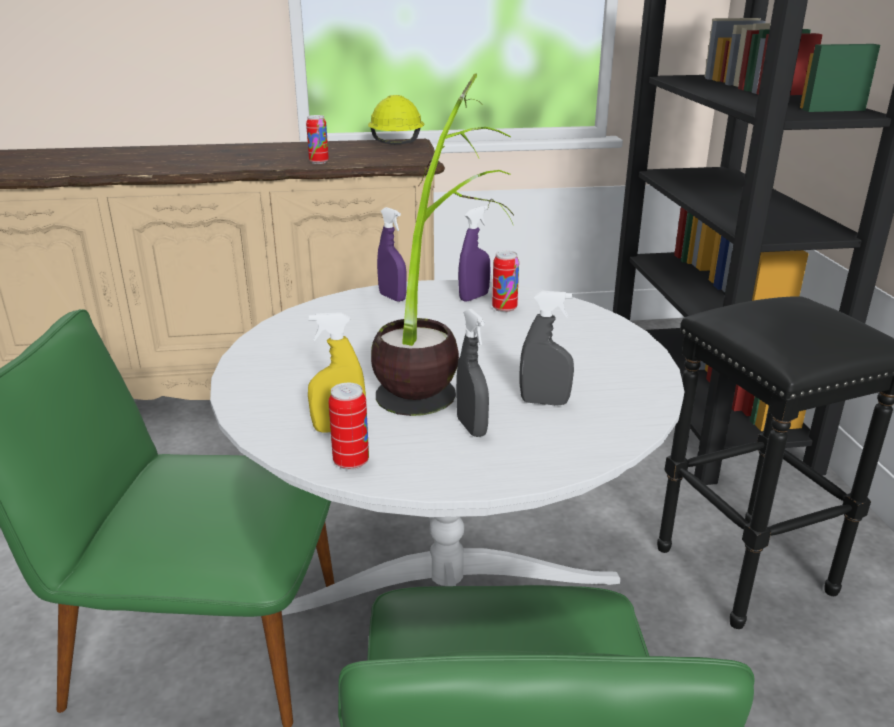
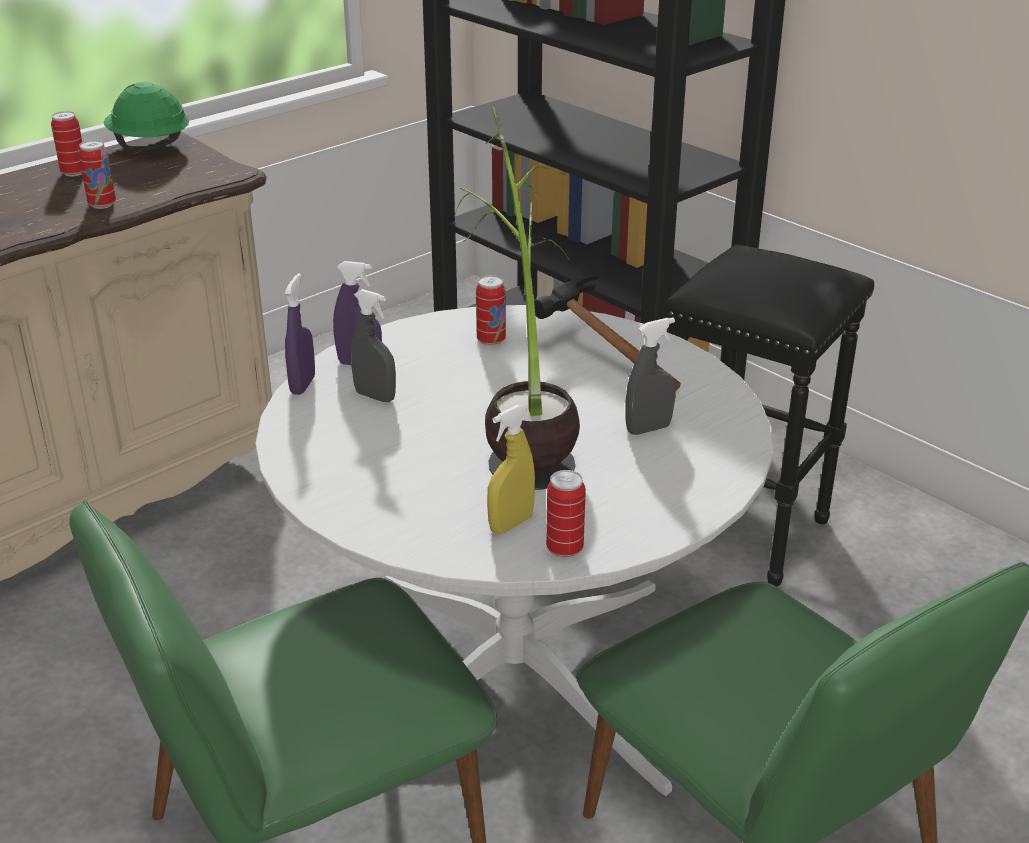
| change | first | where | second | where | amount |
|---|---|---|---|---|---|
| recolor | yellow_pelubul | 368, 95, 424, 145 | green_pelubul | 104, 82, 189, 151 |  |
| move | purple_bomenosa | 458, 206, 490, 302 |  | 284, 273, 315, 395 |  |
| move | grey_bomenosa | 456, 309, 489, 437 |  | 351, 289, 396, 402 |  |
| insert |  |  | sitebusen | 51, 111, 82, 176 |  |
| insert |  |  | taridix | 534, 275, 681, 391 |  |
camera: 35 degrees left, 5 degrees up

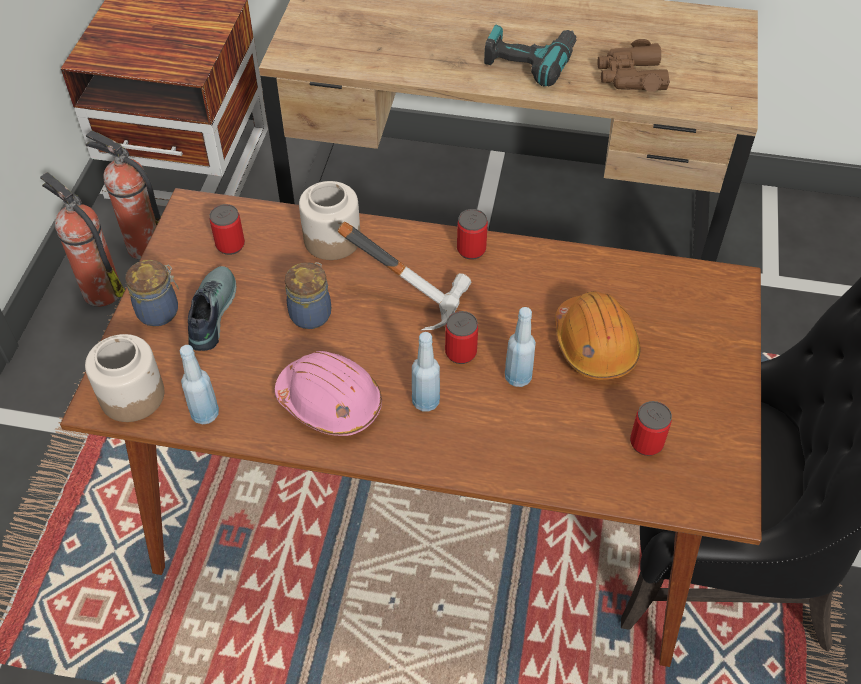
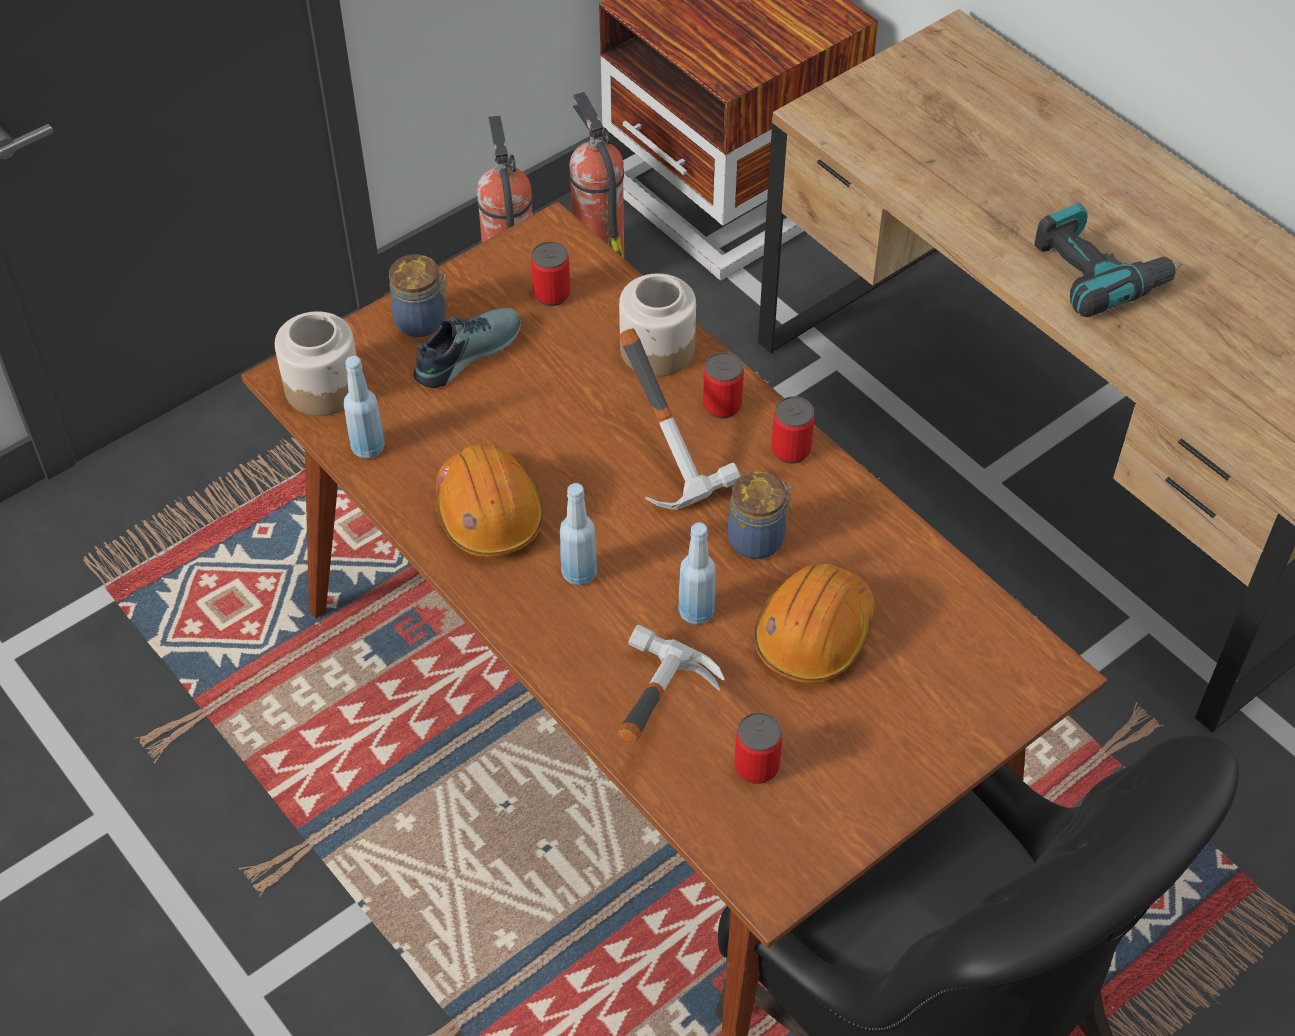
| change | first | where | second | where | amount |
|---|---|---|---|---|---|
| delete | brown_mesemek | 597, 39, 670, 92 |  |  |  |
| move | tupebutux | 285, 262, 331, 329 |  | 727, 471, 792, 559 |  |
| move | sitebusen | 445, 311, 478, 364 |  | 703, 352, 744, 419 |  |
| recolor | pink_pelubul | 275, 351, 382, 436 | orange_pelubul | 436, 444, 544, 557 |  |
| insert |  |  | taridix | 618, 624, 725, 744 |  |
camera: 40 degrees right, 0 degrees up

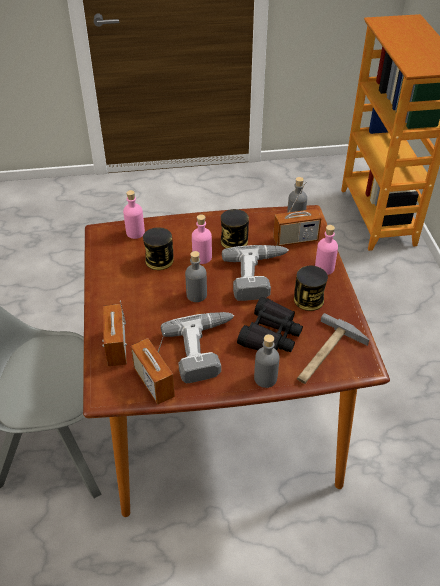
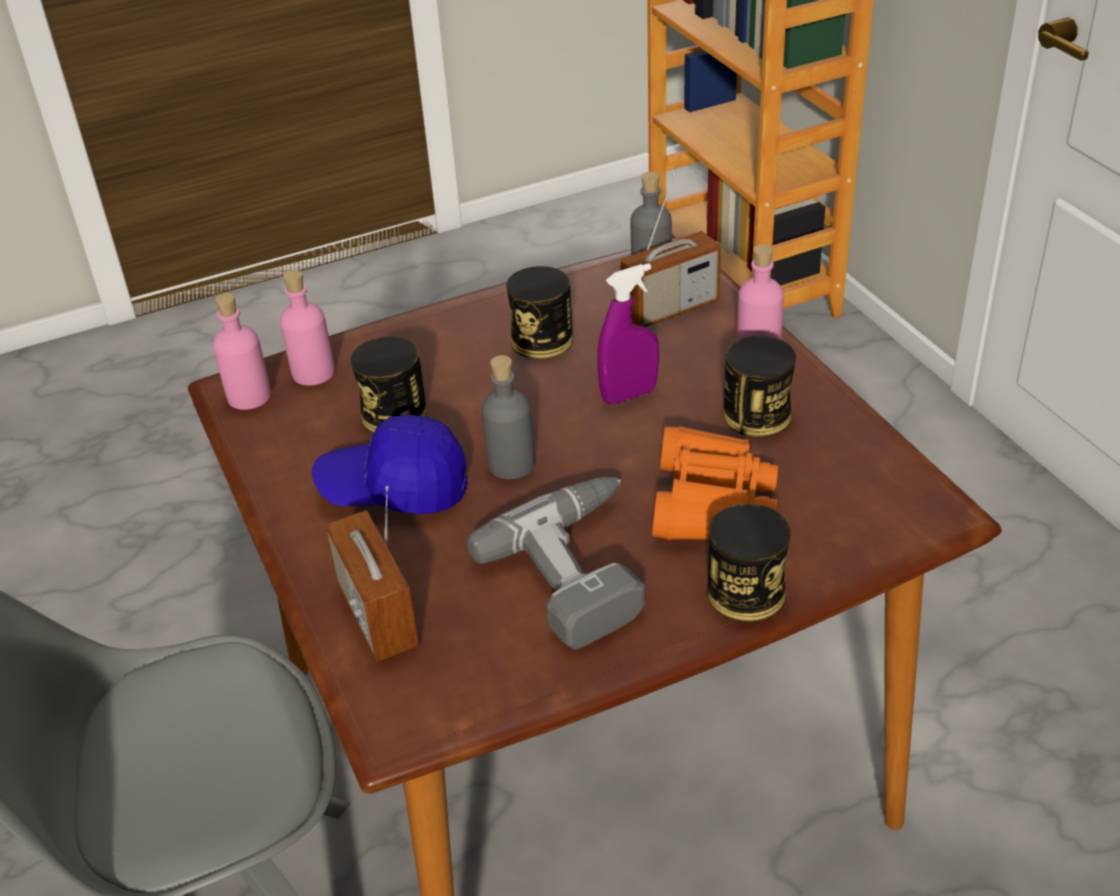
| change | first | where | second | where | amount |
|---|---|---|---|---|---|
| move | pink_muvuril | 192, 215, 212, 264 |  | 213, 293, 271, 410 |  |
| replace | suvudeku | 222, 245, 289, 301 | purple_bomenosa | 597, 263, 659, 404 |  |
| recolor | black_mesemek | 237, 297, 303, 352 | orange_mesemek | 652, 426, 778, 540 |  |
| delete | taridix | 297, 313, 369, 384 |  |  |  |
| delete | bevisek | 131, 333, 175, 405 |  |  |  |
| replace | grey_muvuril | 254, 334, 279, 388 | sitebusen | 707, 504, 791, 622 |  |
| insert |  |  | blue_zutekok | 312, 415, 468, 515 |  |
camera: 15 degrees left, 5 degrees down

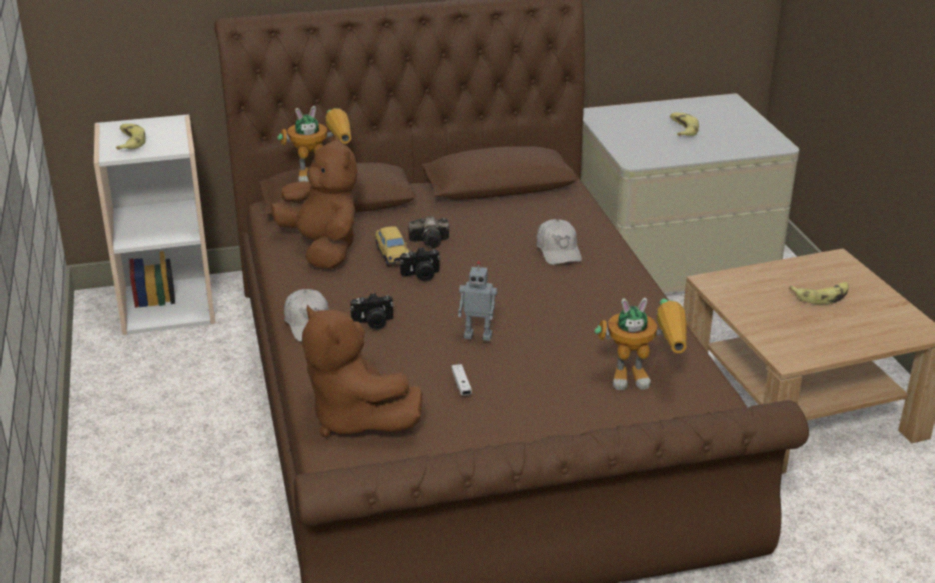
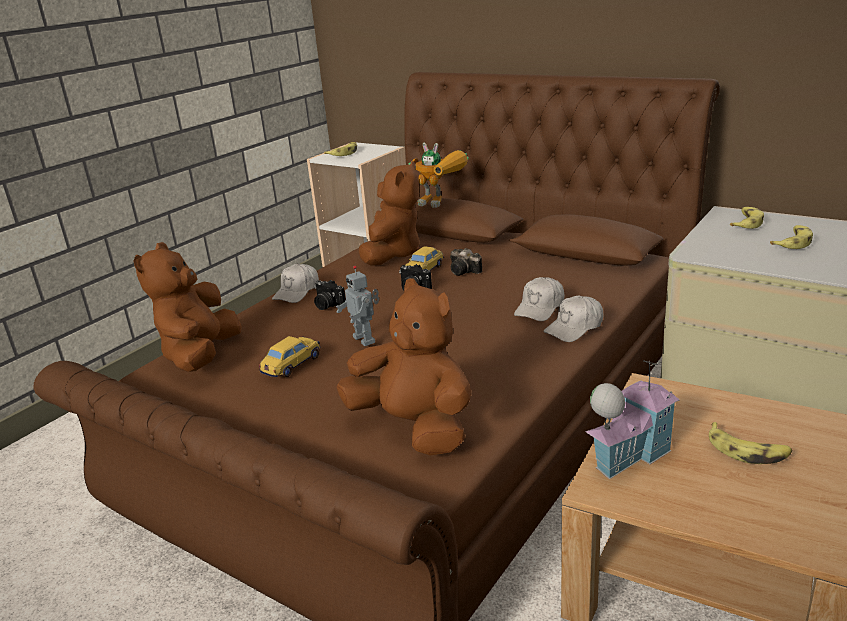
| change | first | where | second | where | amount |
|---|---|---|---|---|---|
| replace | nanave | 595, 298, 687, 390 | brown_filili | 337, 278, 471, 456 |  |
| replace | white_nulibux | 451, 364, 472, 395 | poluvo | 259, 336, 321, 377 |  |
| insert |  |  | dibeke | 730, 207, 764, 229 |  |
| insert |  |  | white_zutekok | 543, 296, 603, 342 |  |
| insert |  |  | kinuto | 585, 360, 680, 479 |  |
camera: 50 degrees right, 5 degrees down

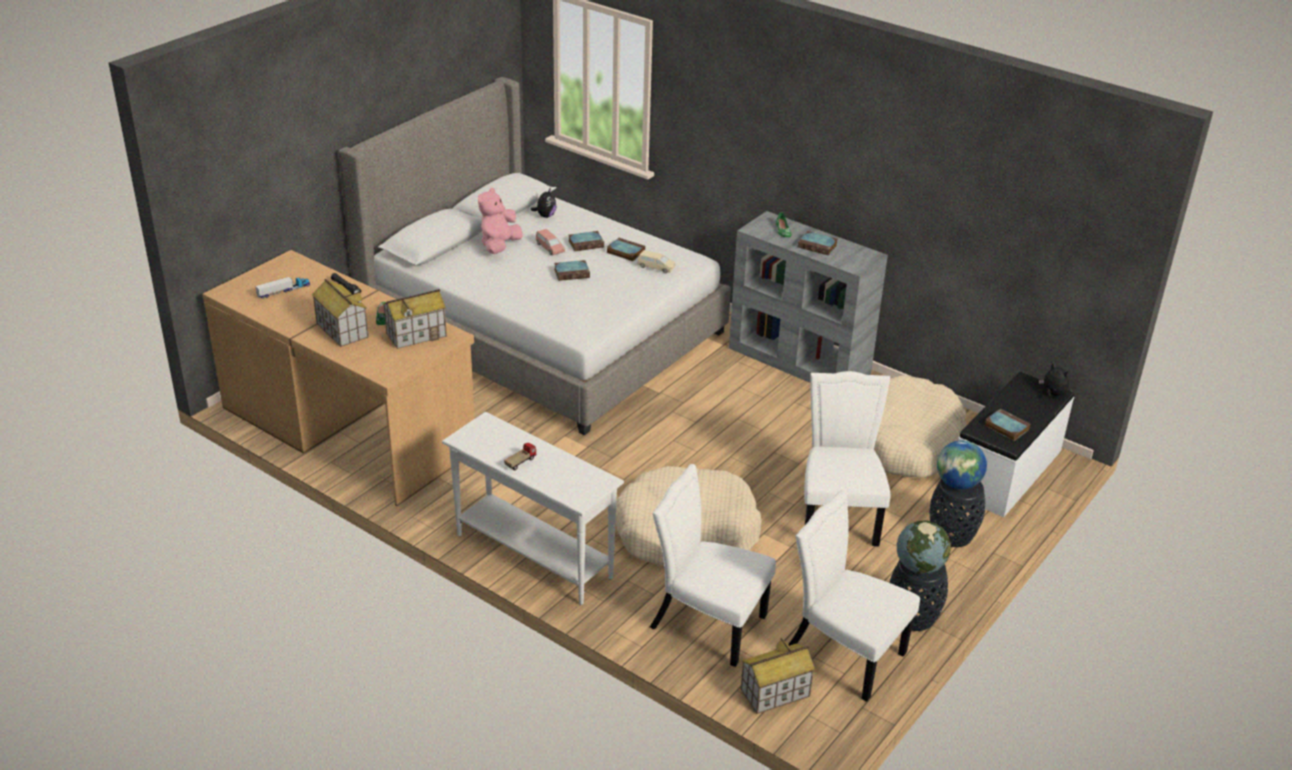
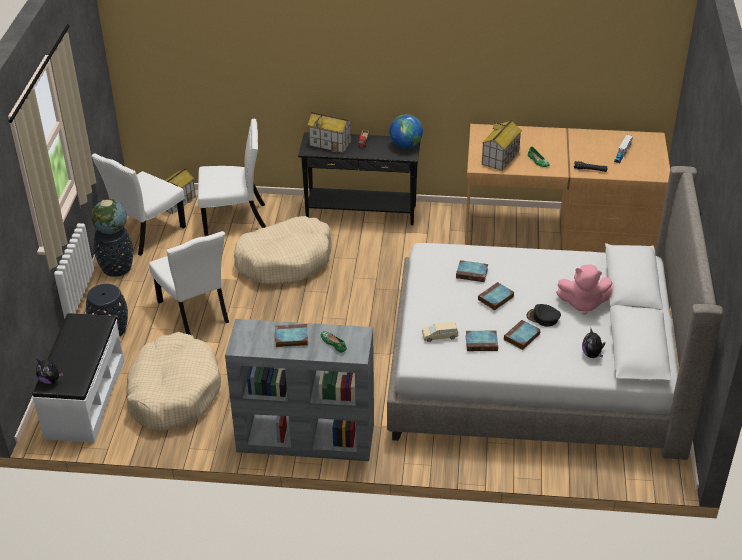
| change | first | where | second | where | amount |
|---|---|---|---|---|---|
| rotate | pink_filili | 478, 188, 523, 254 |  | 556, 265, 614, 315 | 105 degrees clockwise |
| replace | pink_poluvo | 536, 229, 565, 255 | black_zutekok | 526, 304, 561, 326 |  |
| move | kinuto | 312, 279, 369, 347 |  | 307, 112, 352, 153 |  |
| move | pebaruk | 984, 409, 1031, 441 |  | 456, 260, 488, 282 |  |
| recolor | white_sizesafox | 442, 411, 624, 605 | black_sizesafox | 298, 132, 421, 226 |  |
| move | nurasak | 937, 440, 987, 489 |  | 390, 114, 423, 148 |  |
| rotate | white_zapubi | 788, 490, 920, 702 |  | 92, 153, 186, 256 | 120 degrees clockwise |
camera: 150 degrees right, 5 degrees up

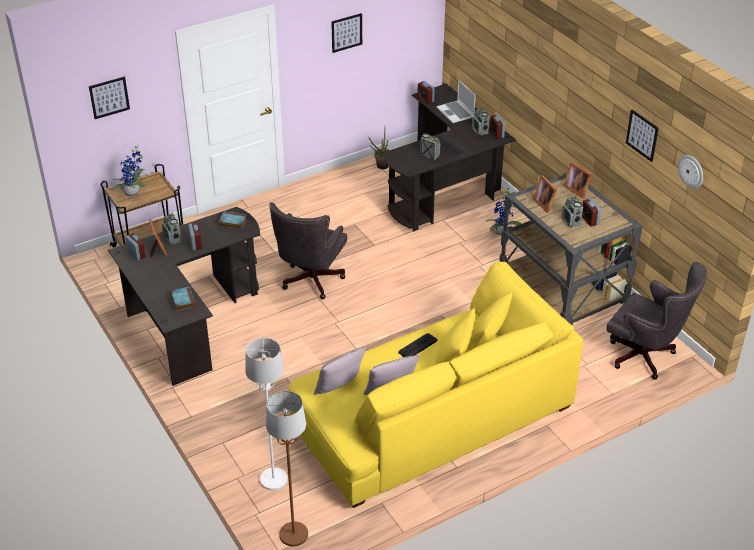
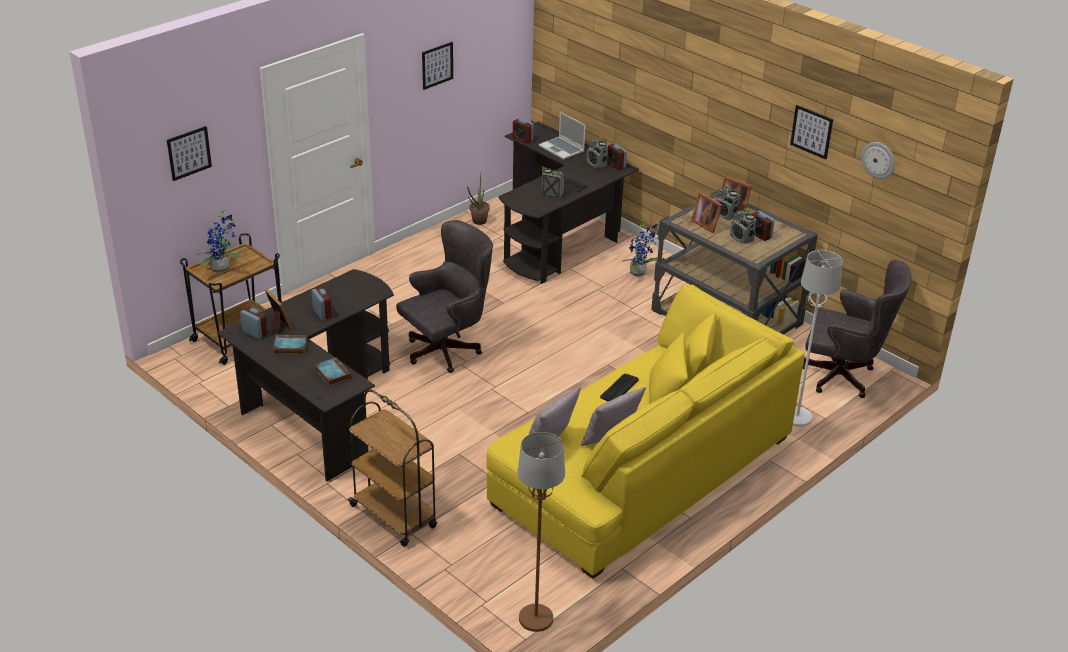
| change | first | where | second | where | amount |
|---|---|---|---|---|---|
| rotate | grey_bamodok | 269, 202, 347, 299 |  | 396, 220, 493, 373 | 135 degrees counterclockwise |
| move | pebaruk | 218, 211, 248, 229 |  | 273, 335, 308, 354 |  |
| move | bevisek | 162, 213, 182, 244 |  | 715, 186, 740, 220 |  |
| move | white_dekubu | 245, 338, 288, 490 |  | 793, 250, 843, 427 |  |
| insert |  |  | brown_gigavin | 346, 389, 437, 547 |  |
camera: 15 degrees left, 5 degrees down

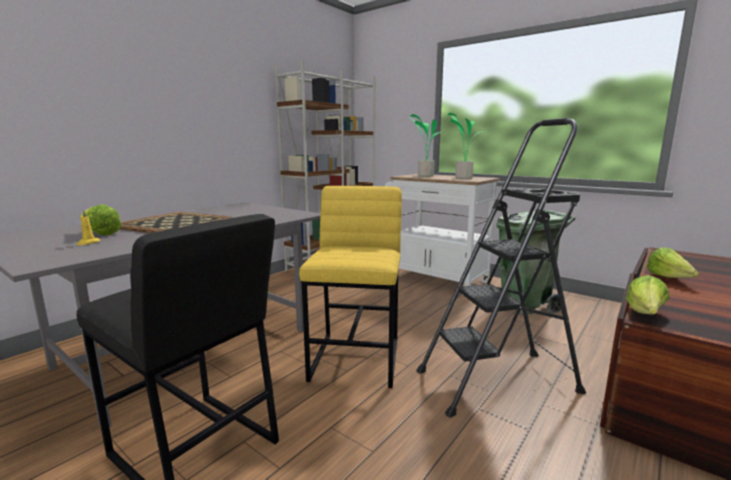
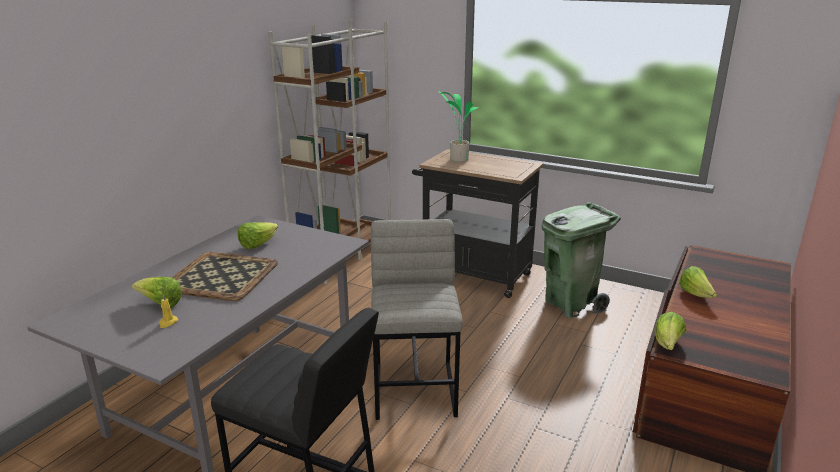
| change | first | where | second | where | amount |
|---|---|---|---|---|---|
| delete | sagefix | 448, 113, 488, 179 |  |  |  |
| delete | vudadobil | 417, 118, 586, 417 |  |  |  |
| recolor | white_gigavin | 385, 174, 500, 296 | black_gigavin | 412, 149, 544, 298 |  |
| recolor | yellow_zapubi | 299, 186, 402, 388 | grey_zapubi | 371, 219, 463, 420 |  |
| insert |  |  | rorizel | 238, 222, 278, 249 |  |
camera: 10 degrees left, 10 degrees up

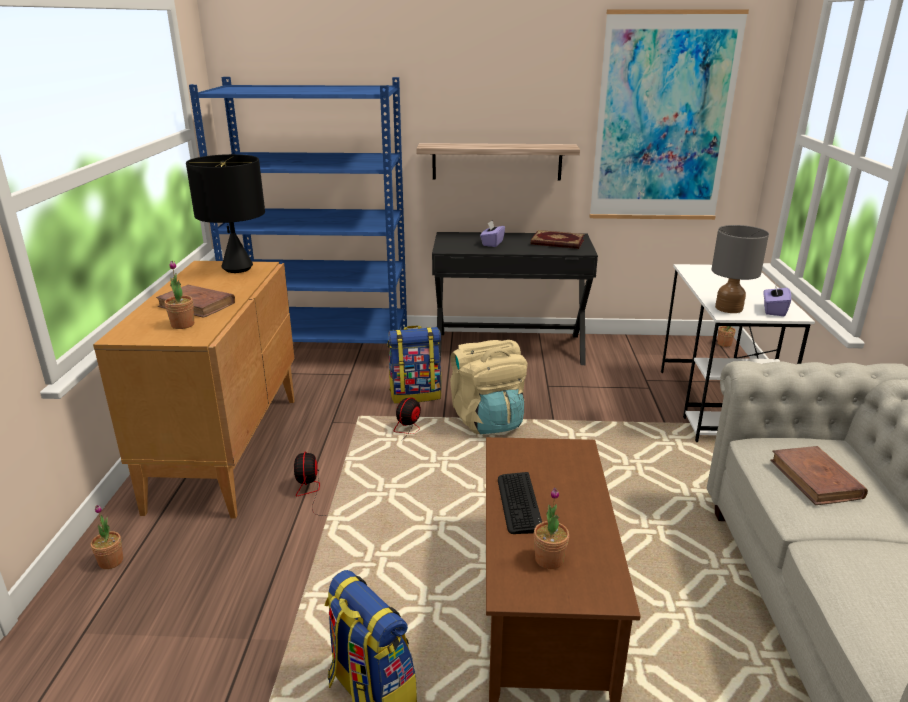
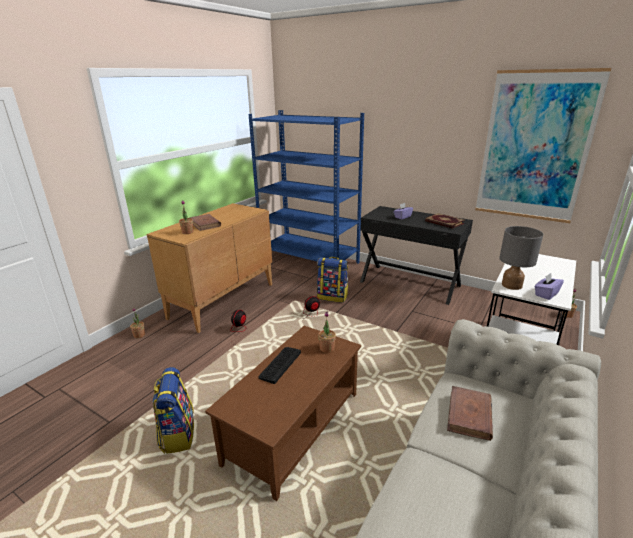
| change | first | where | second | where | amount |
|---|---|---|---|---|---|
| delete | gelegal | 416, 143, 580, 181 |  |  |  |
| delete | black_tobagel | 186, 154, 265, 273 |  |  |  |
| delete | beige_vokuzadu | 450, 340, 527, 434 |  |  |  |
| move | sagefix | 534, 488, 569, 569 |  | 318, 311, 336, 353 |  |
camera: 30 degrees right, 0 degrees up

